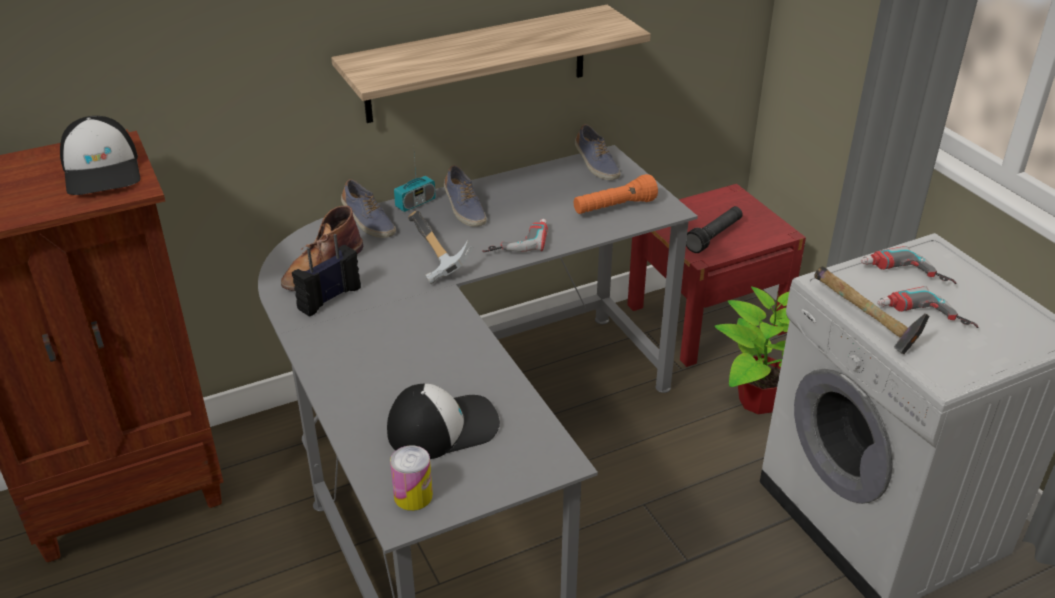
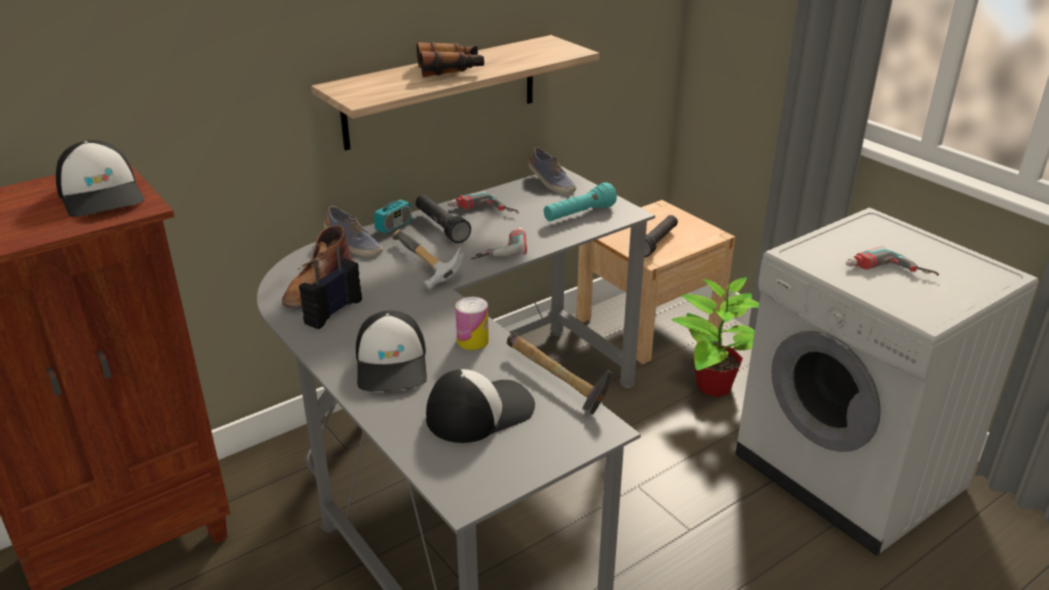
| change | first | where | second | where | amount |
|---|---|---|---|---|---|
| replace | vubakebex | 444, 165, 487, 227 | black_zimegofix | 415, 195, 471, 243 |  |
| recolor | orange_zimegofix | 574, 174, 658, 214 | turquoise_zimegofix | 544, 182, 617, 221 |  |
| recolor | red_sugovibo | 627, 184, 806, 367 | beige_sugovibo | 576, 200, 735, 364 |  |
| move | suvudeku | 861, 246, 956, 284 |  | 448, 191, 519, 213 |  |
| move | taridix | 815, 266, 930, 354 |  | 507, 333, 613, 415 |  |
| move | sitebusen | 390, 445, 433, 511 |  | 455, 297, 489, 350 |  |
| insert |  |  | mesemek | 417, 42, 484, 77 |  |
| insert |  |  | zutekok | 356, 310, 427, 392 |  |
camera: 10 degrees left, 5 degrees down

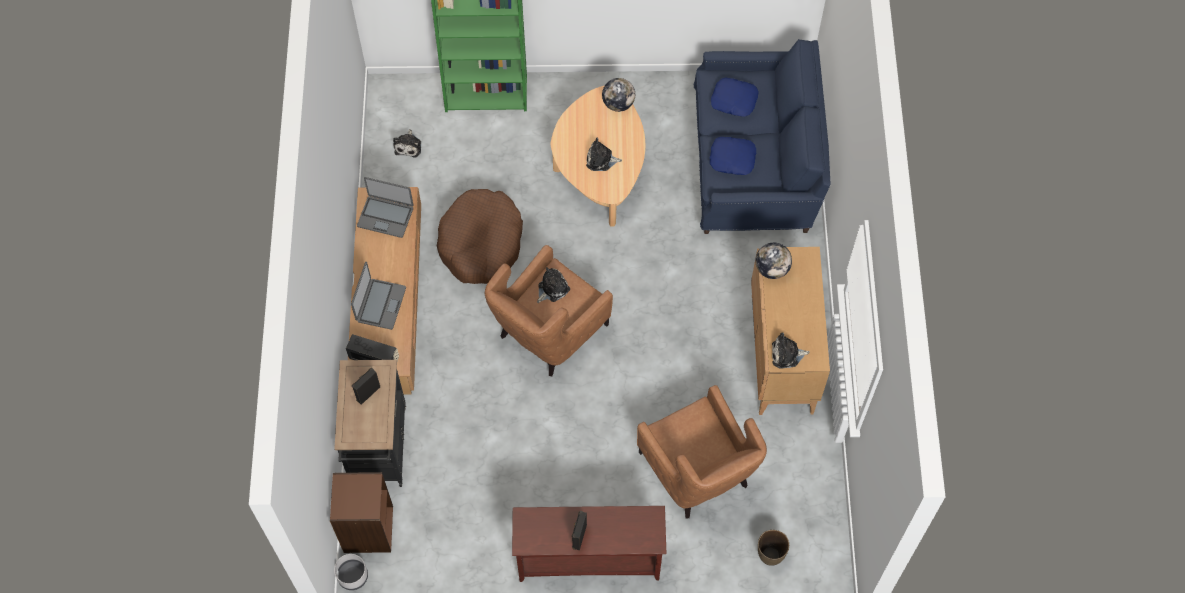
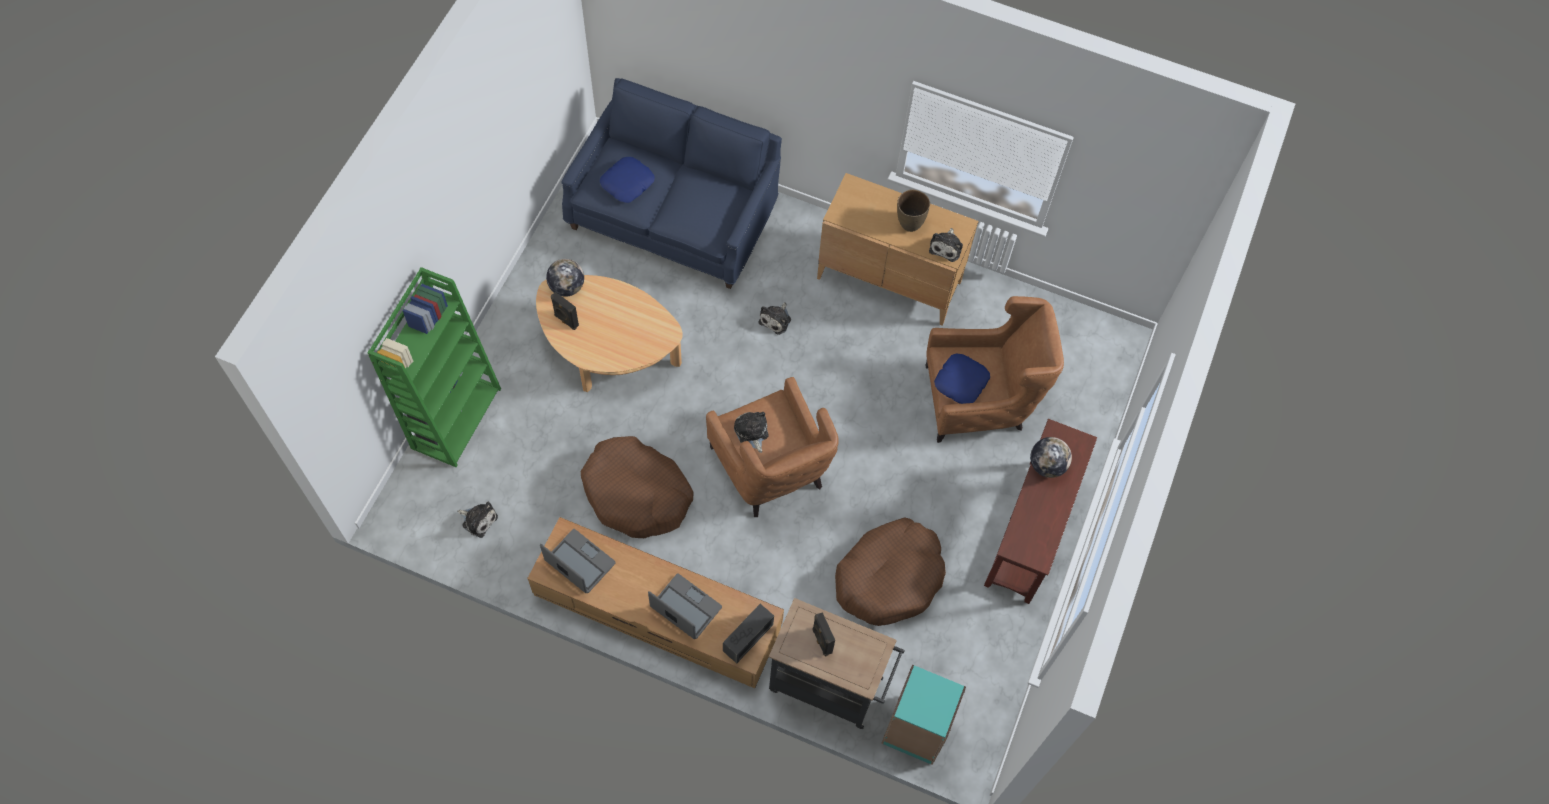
| change | first | where | second | where | amount |
|---|---|---|---|---|---|
| move | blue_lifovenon | 710, 137, 756, 175 |  | 934, 354, 990, 404 |  |
| move | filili | 586, 138, 622, 171 |  | 758, 302, 791, 335 |  |
| rotate | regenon | 357, 177, 414, 238 |  | 540, 529, 616, 593 | 90 degrees counterclockwise |
| move | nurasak | 755, 243, 792, 279 |  | 1030, 437, 1072, 478 |  |
| recolor | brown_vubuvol | 330, 472, 393, 553 | turquoise_vubuvol | 881, 664, 966, 765 |  |
| move | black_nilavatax | 572, 511, 587, 550 |  | 551, 292, 579, 330 |  |
| move | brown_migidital | 758, 530, 789, 566 |  | 897, 190, 930, 232 |  |
| delete | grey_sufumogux | 334, 554, 368, 590 |  |  |  |
| insert |  |  | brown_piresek | 835, 517, 946, 626 |  |
camera: 70 degrees left, 0 degrees up

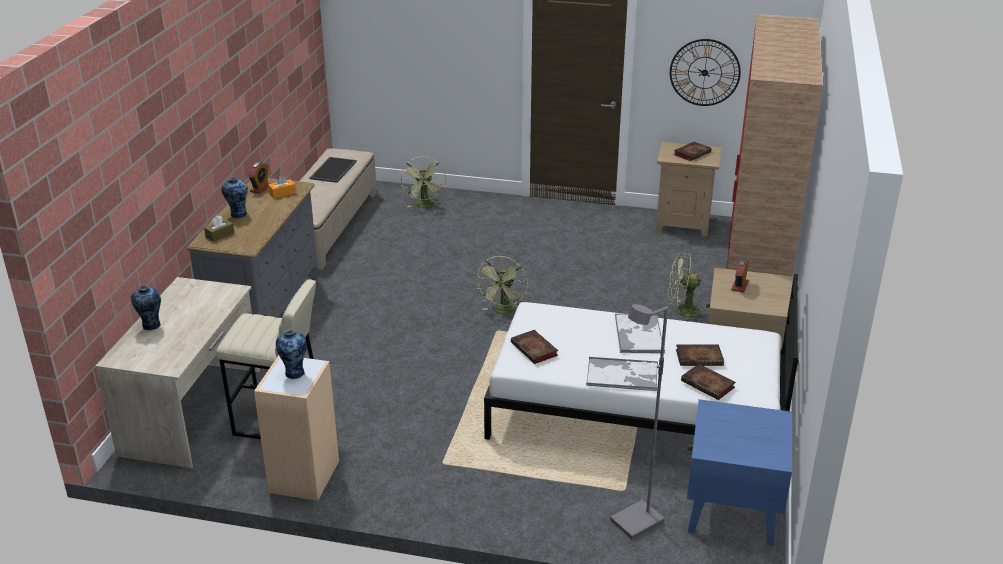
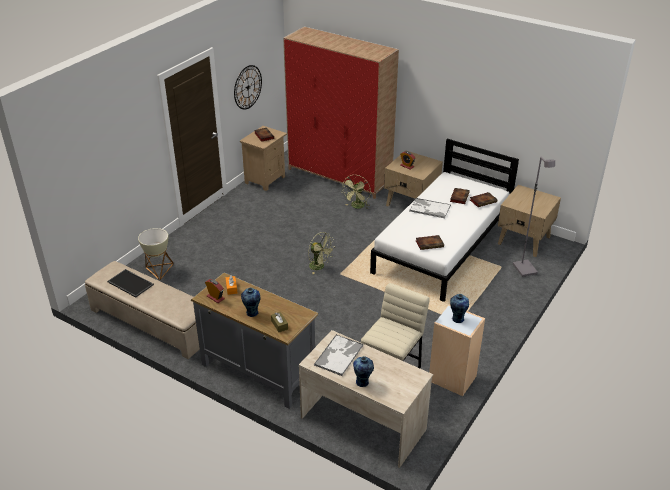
| change | first | where | second | where | amount |
|---|---|---|---|---|---|
| replace | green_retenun | 401, 157, 446, 208 | sufumogux | 138, 228, 174, 280 |  |
| move | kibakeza | 586, 357, 658, 391 |  | 314, 335, 364, 376 |  |
| recolor | blue_sugovibo | 687, 399, 792, 546 | beige_sugovibo | 498, 185, 561, 257 |  |
camera: 70 degrees left, 5 degrees up

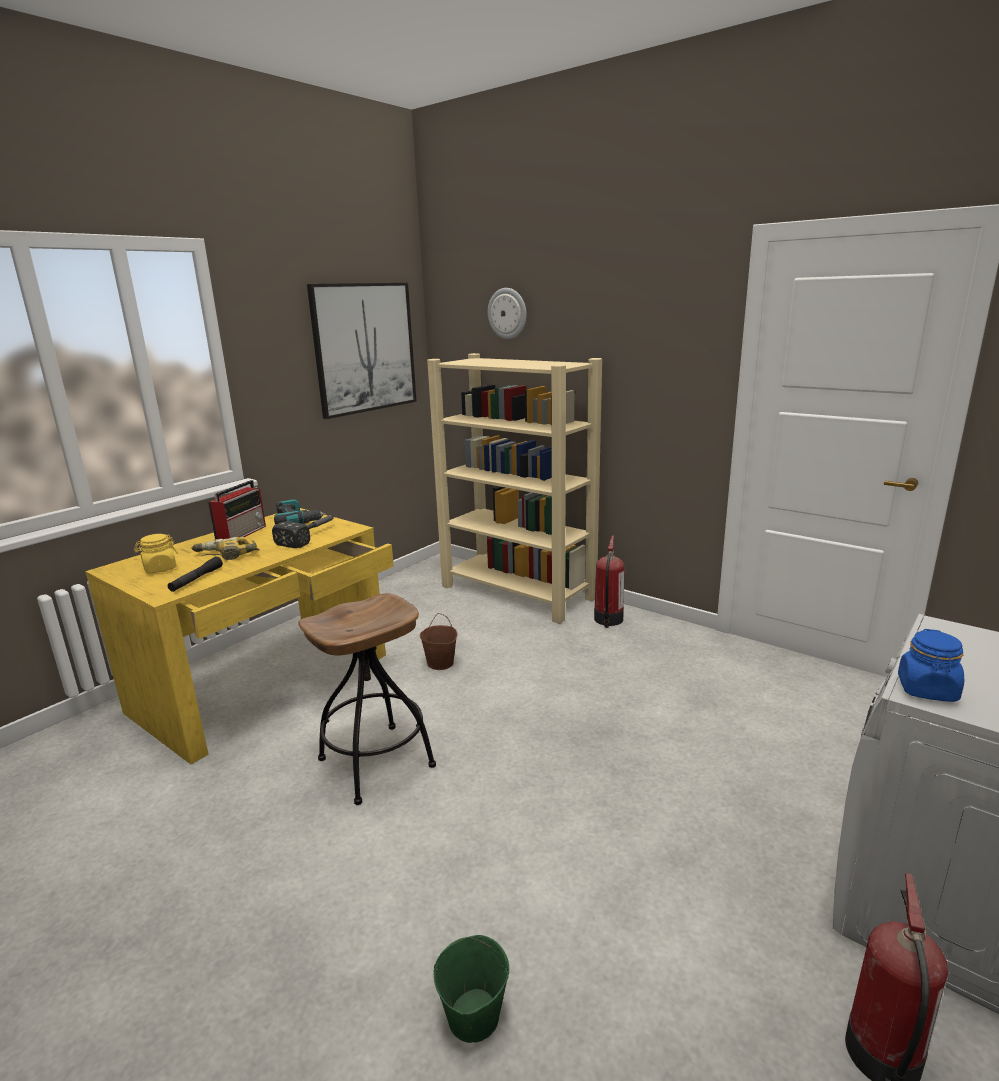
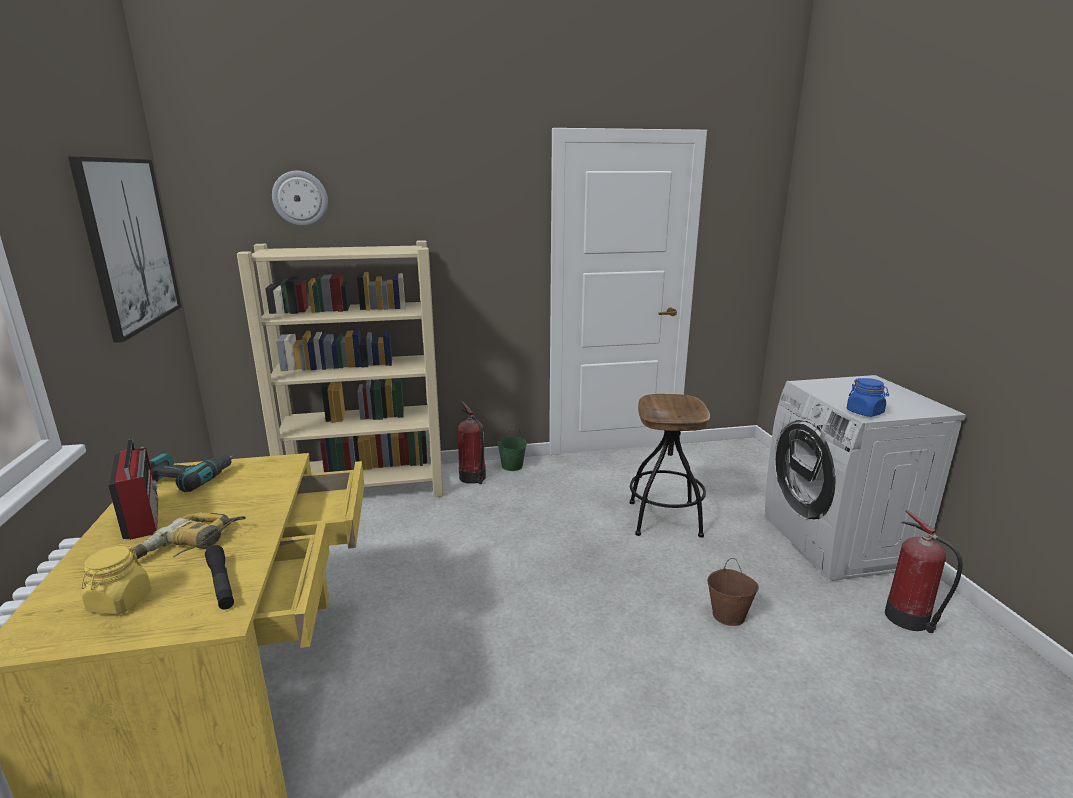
| change | first | where | second | where | amount |
|---|---|---|---|---|---|
| delete | taridix | 272, 515, 334, 548 |  |  |  |
| move | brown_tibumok | 298, 593, 436, 805 |  | 630, 394, 710, 538 |  |
| move | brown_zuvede | 420, 613, 458, 670 |  | 707, 558, 759, 626 |  |
| move | green_zuvede | 434, 935, 509, 1043 |  | 497, 426, 527, 471 |  |
camera: 50 degrees left, 0 degrees up

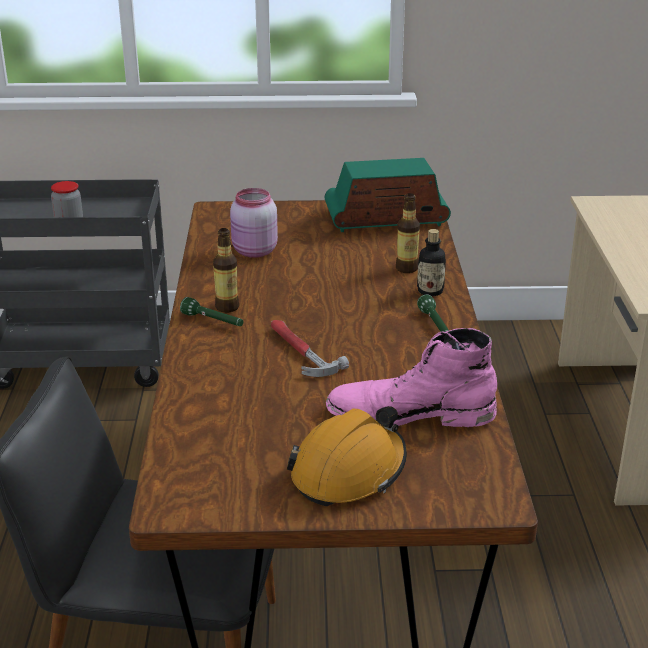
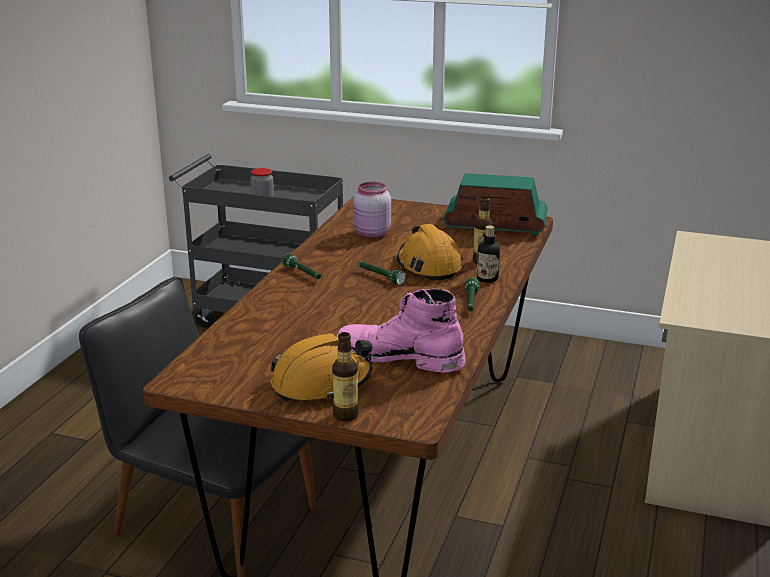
| change | first | where | second | where | amount |
|---|---|---|---|---|---|
| move | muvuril | 213, 228, 239, 313 |  | 332, 332, 359, 422 |  |
| delete | taridix | 271, 320, 349, 377 |  |  |  |
| insert |  |  | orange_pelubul | 397, 224, 463, 280 |  |
| insert |  |  | green_zimegofix | 358, 261, 406, 285 |  |
camera: 20 degrees right, 5 degrees down

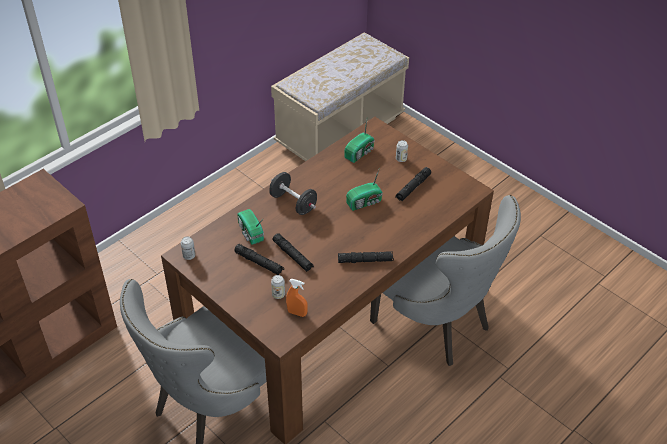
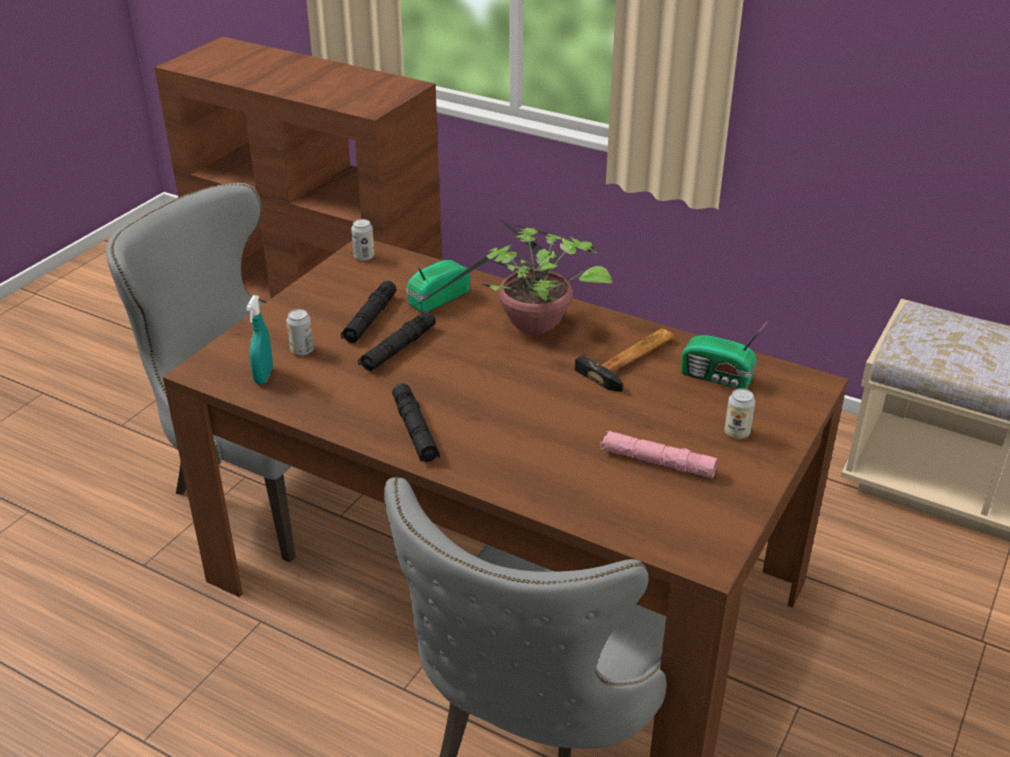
| change | first | where | second | where | amount |
|---|---|---|---|---|---|
| delete | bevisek | 346, 167, 383, 211 |  |  |  |
| recolor | black_zimegofix | 395, 167, 431, 201 | pink_zimegofix | 600, 431, 718, 478 |  |
| replace | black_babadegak | 269, 172, 317, 215 | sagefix | 408, 218, 612, 334 |  |
| recolor | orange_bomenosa | 286, 279, 308, 317 | turquoise_bomenosa | 246, 295, 273, 385 |  |
| insert |  |  | taridix | 575, 328, 675, 392 |  |
camera: 75 degrees right, 10 degrees down

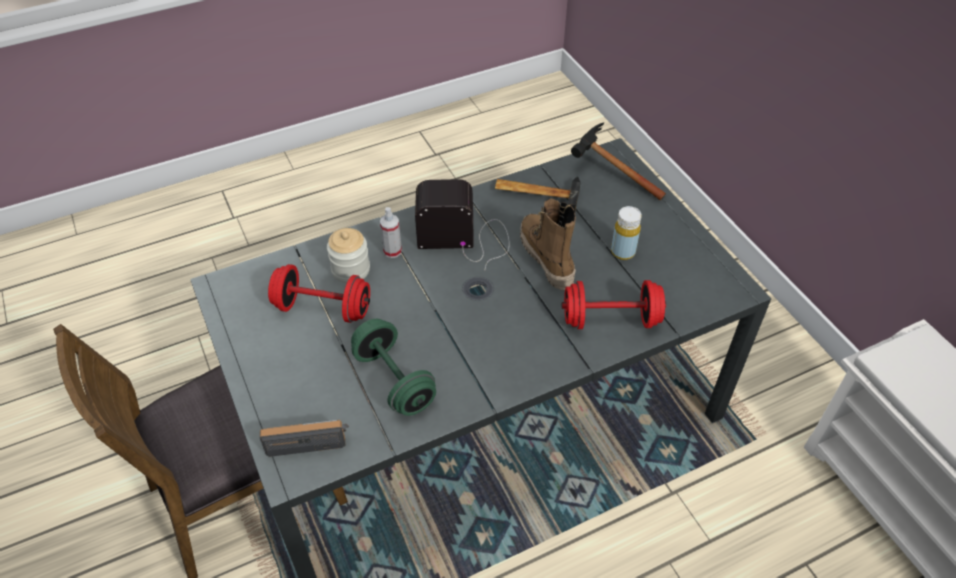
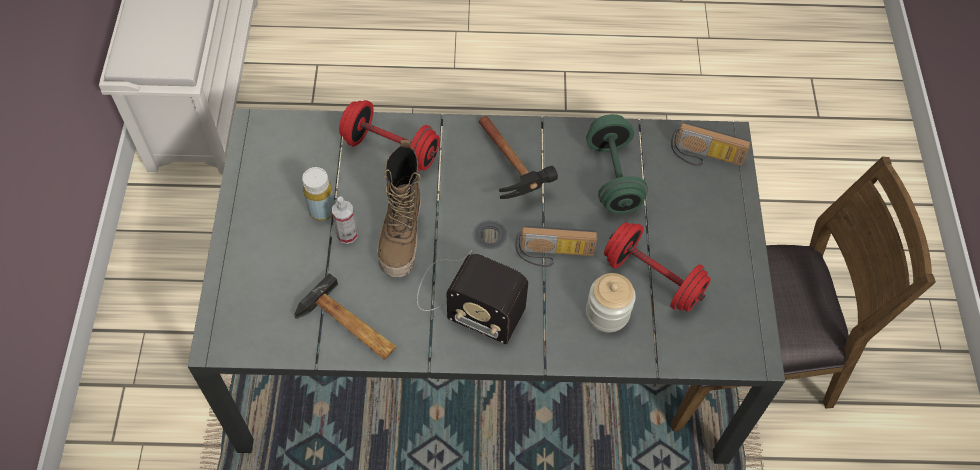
| change | first | where | second | where | amount |
|---|---|---|---|---|---|
| move | taridix | 571, 122, 666, 200 |  | 479, 116, 558, 199 |  |
| move | bomenosa | 380, 207, 402, 258 |  | 332, 196, 357, 244 |  |
| insert |  |  | bevisek | 515, 226, 597, 267 |  |
camera: 155 degrees left, 10 degrees up

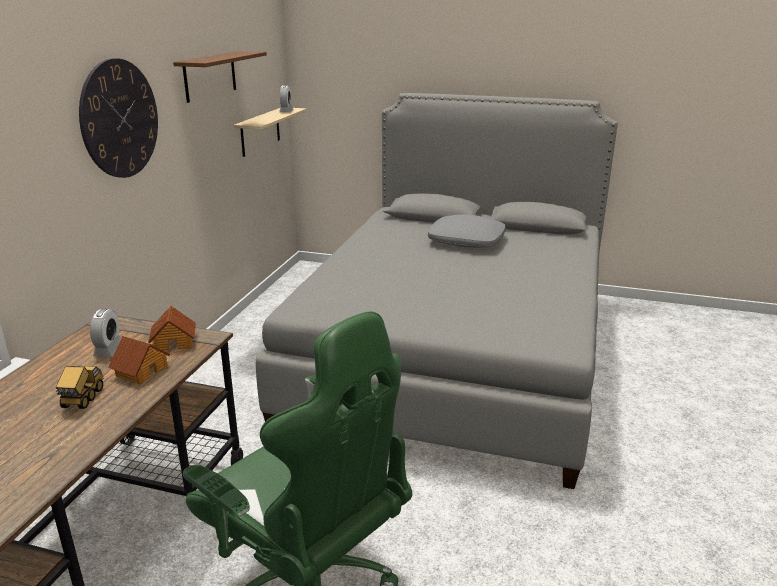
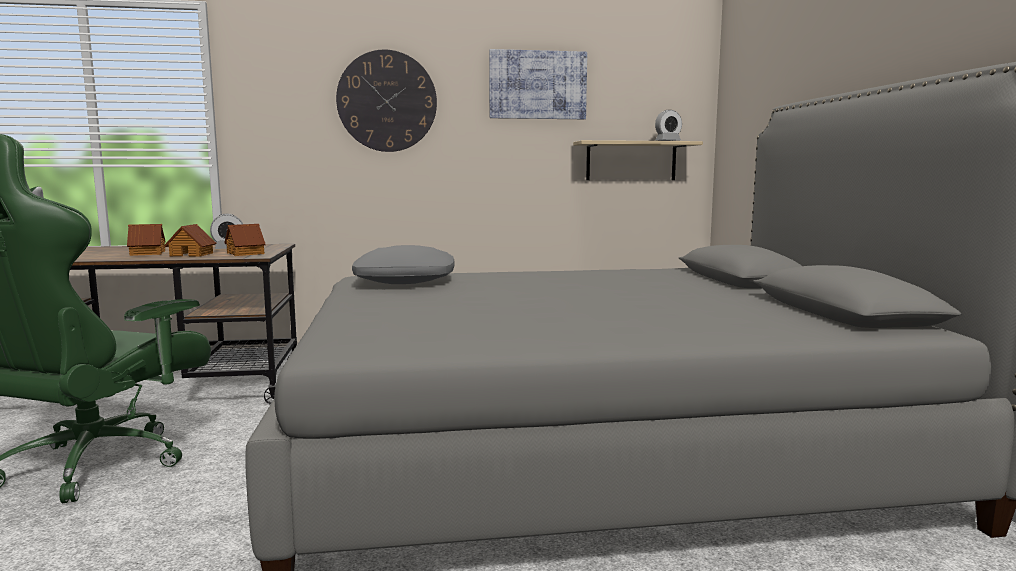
| change | first | where | second | where | amount |
|---|---|---|---|---|---|
| replace | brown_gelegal | 173, 51, 267, 103 | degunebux | 489, 49, 587, 119 |  |
| move | grey_lifovenon | 428, 214, 506, 248 |  | 352, 245, 454, 284 |  |
| replace | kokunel | 55, 366, 103, 409 | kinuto | 127, 224, 166, 256 |  |
camera: 65 degrees right, 15 degrees down

